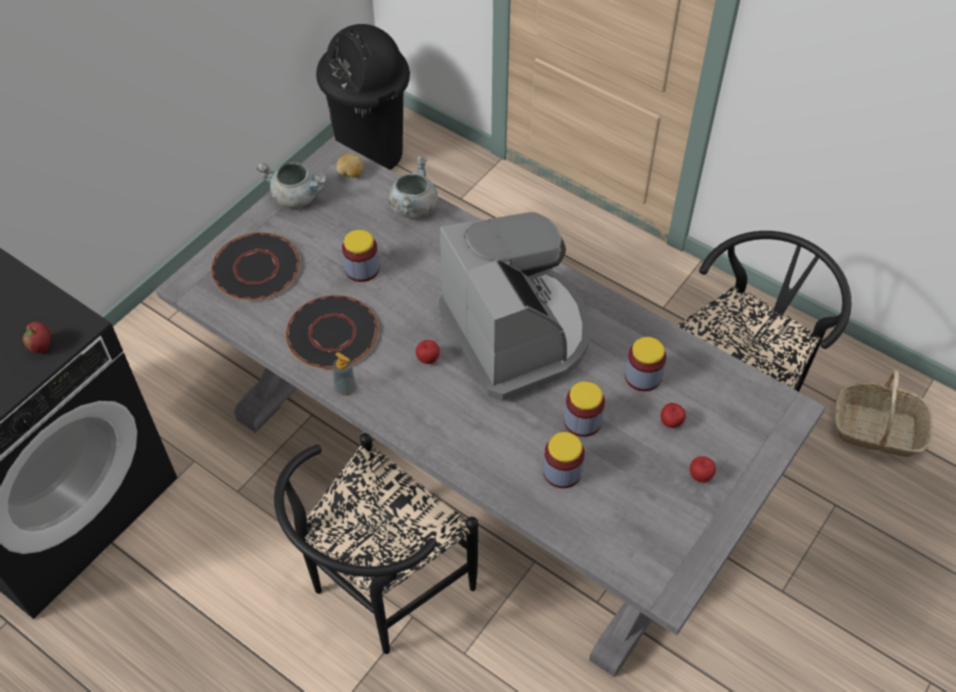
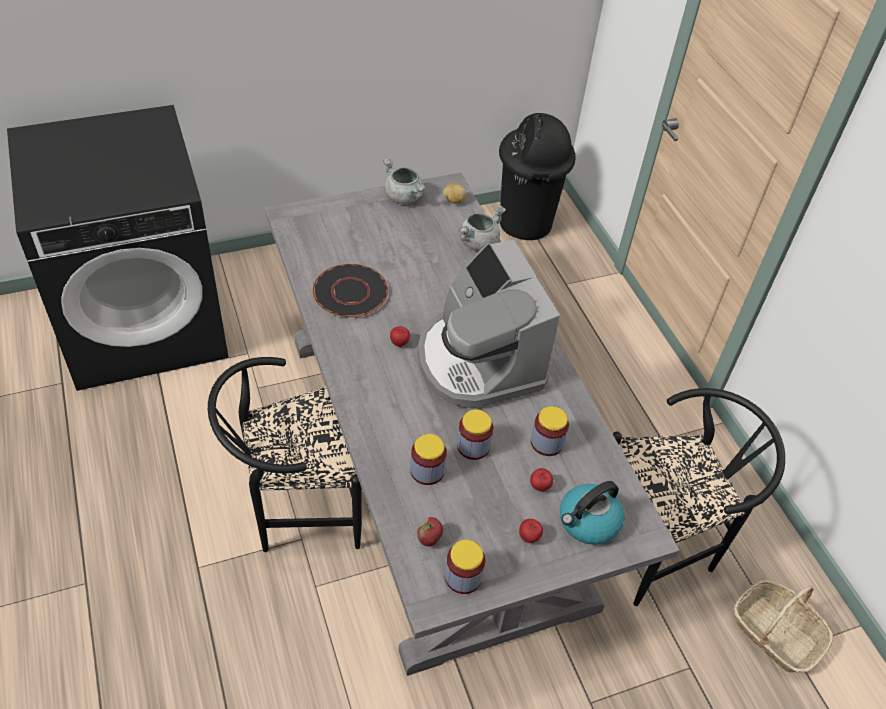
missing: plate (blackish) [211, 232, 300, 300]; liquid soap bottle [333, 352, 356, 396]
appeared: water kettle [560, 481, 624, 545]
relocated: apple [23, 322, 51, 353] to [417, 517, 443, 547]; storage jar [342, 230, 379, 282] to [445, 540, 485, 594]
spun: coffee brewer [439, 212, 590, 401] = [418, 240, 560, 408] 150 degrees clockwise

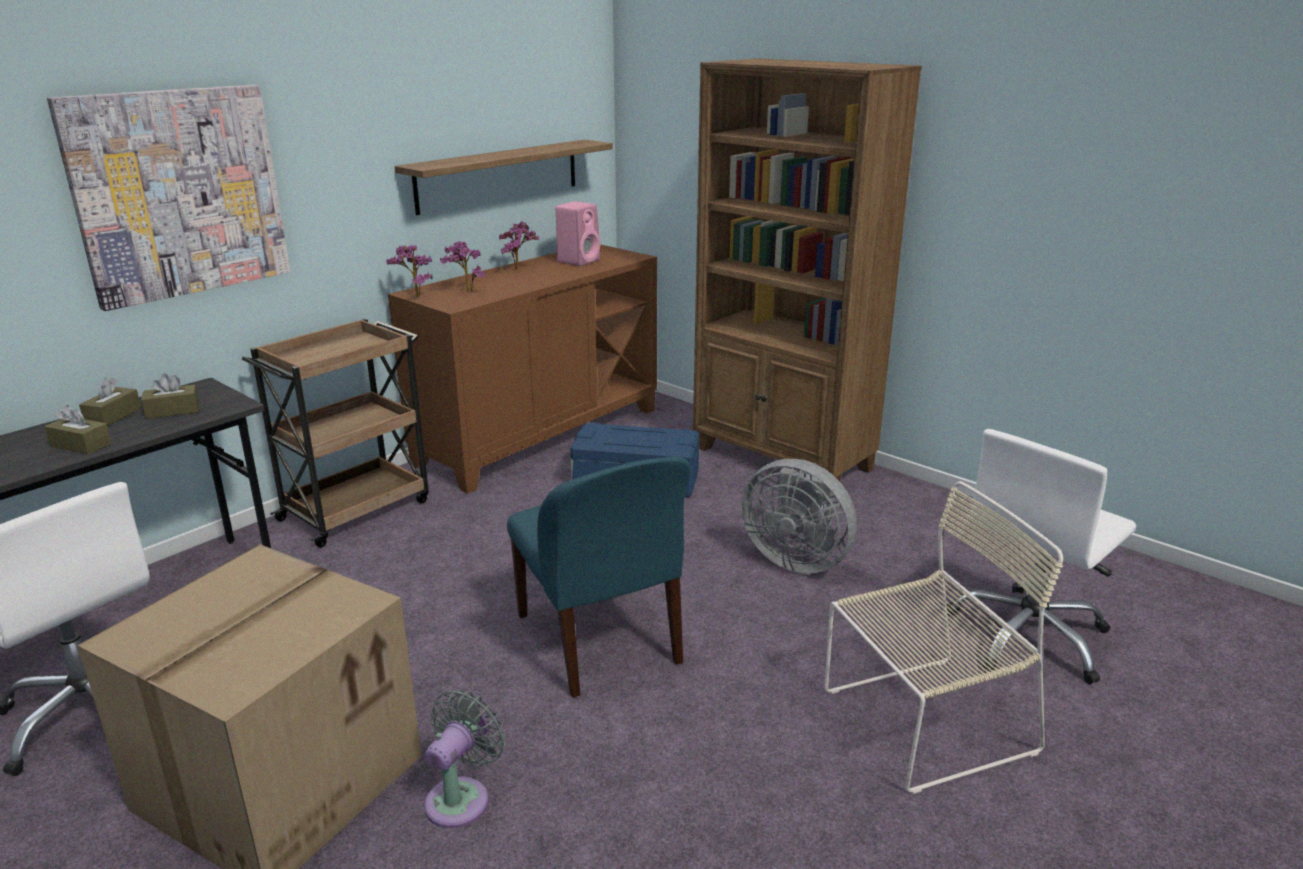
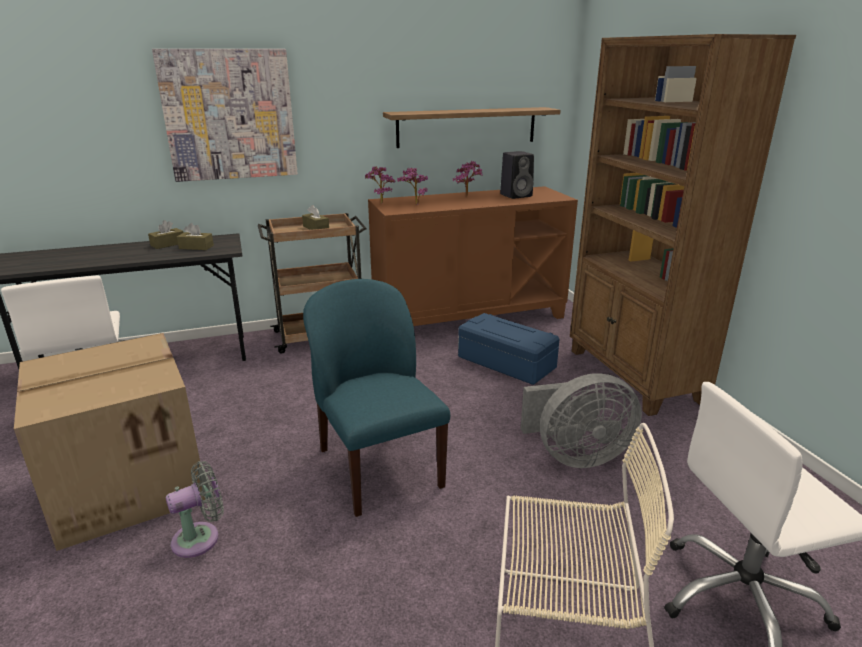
relocated: tissue holder (brown) [45, 405, 112, 455] to [302, 205, 329, 230]
colour: loudspeaker (pink-coloured) [556, 201, 600, 266] to loudspeaker (blackish) [500, 151, 534, 199]
spun: chair (bluish) [507, 457, 691, 698] = [303, 279, 450, 517] 150 degrees clockwise; cooling fan (gray) [741, 459, 857, 574] = [521, 373, 642, 468] 75 degrees counterclockwise

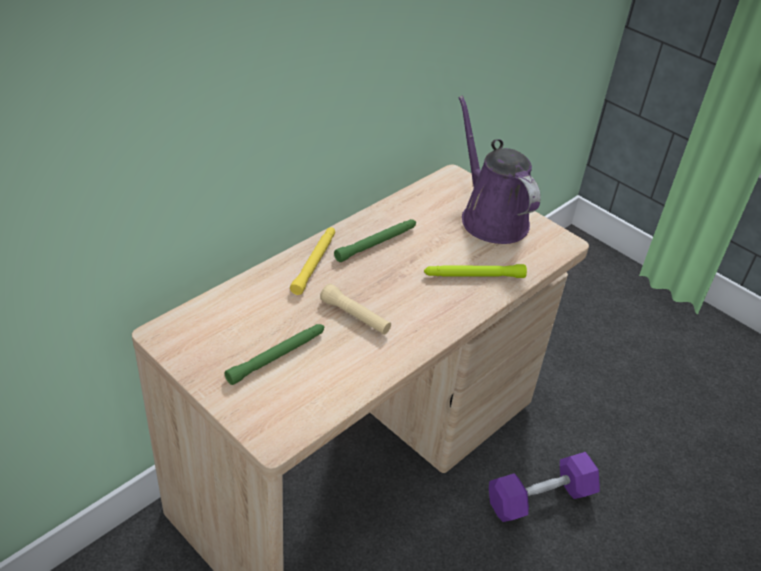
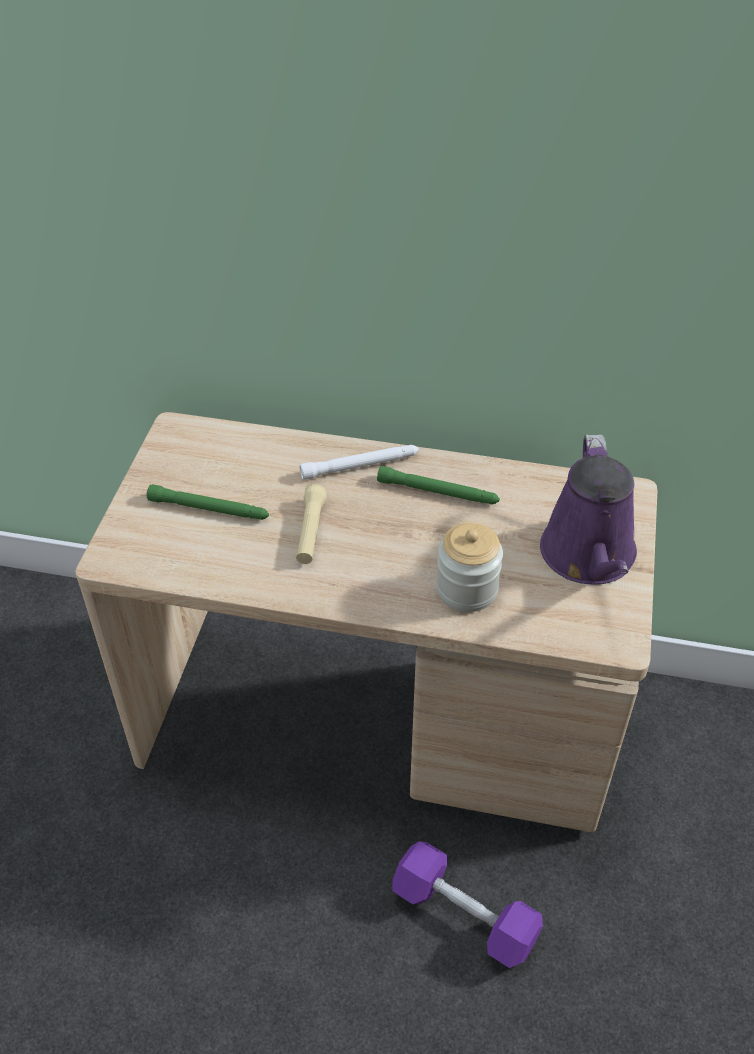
exchanged: torch (green-coloured) [424, 264, 527, 278] to storage jar [436, 523, 503, 612]
colour: torch (yellow-coloured) [290, 227, 335, 295] to torch (whitish) [299, 445, 419, 480]
spun: sprinkling can (purple) [458, 96, 541, 244] = [540, 435, 637, 585] 150 degrees clockwise

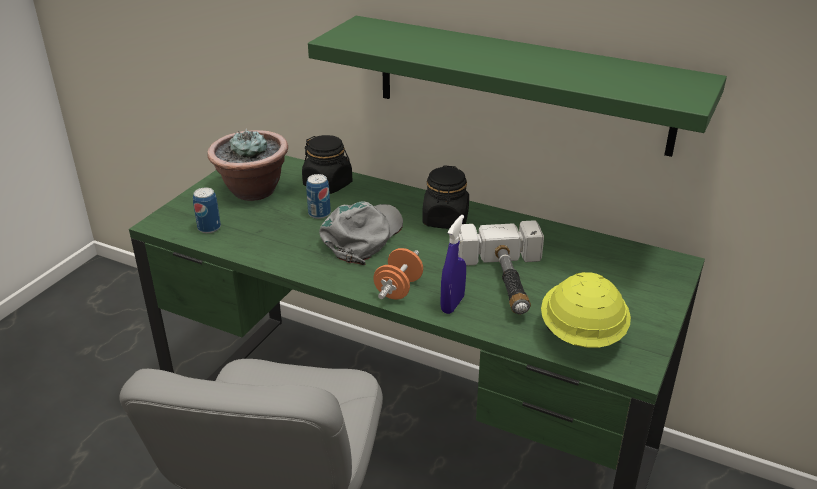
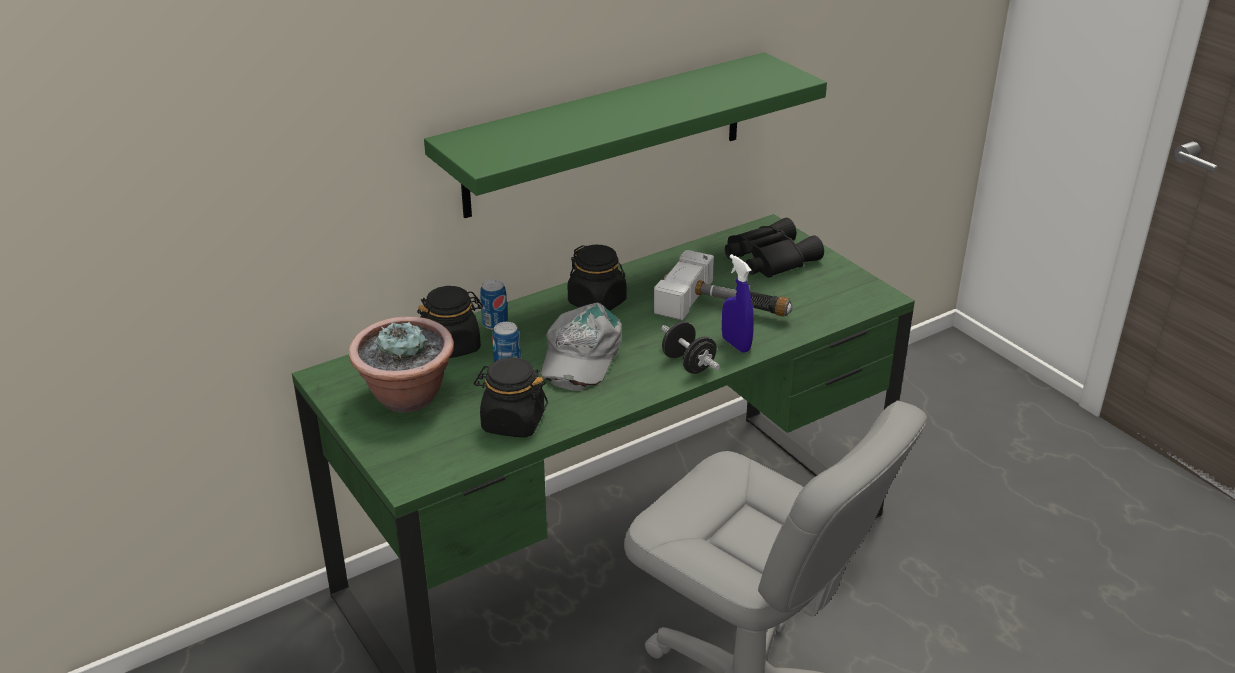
missing: hard hat (yellow-coloured) [541, 272, 631, 348]
appeared: storage jar (blackish) [474, 357, 548, 437]; pair of binoculars (blackish) [725, 218, 824, 278]
relocated: can [193, 187, 221, 233] to [480, 279, 508, 330]
colour: free weight (orange-coloured) [373, 248, 423, 300] to free weight (blackish) [661, 321, 720, 374]
spun: cap (gray) [319, 201, 403, 265] = [541, 302, 622, 391] 135 degrees counterclockwise

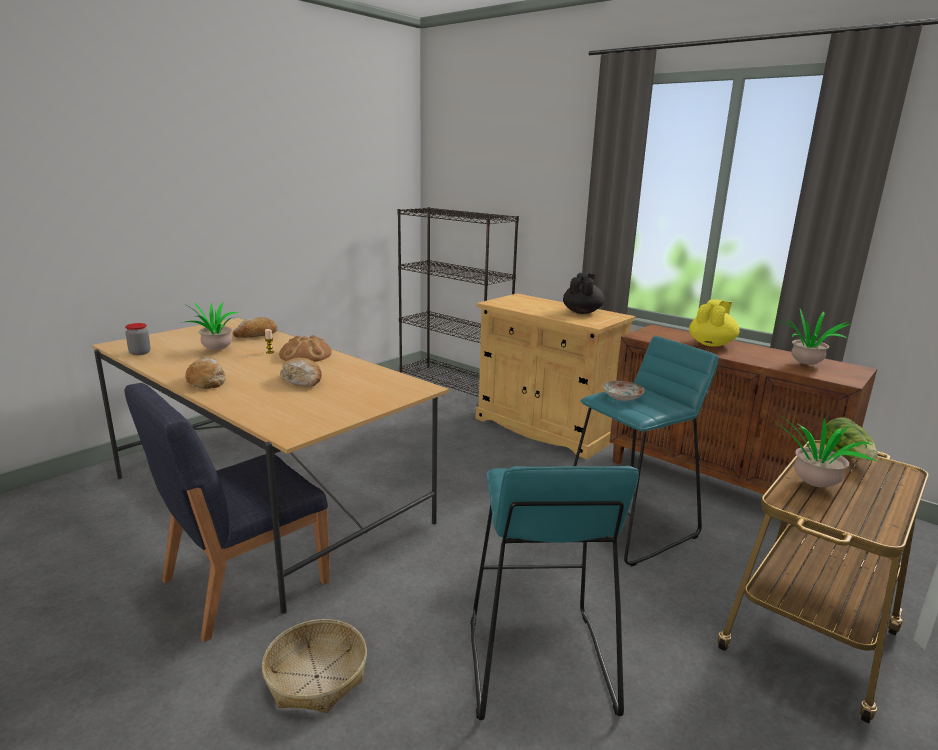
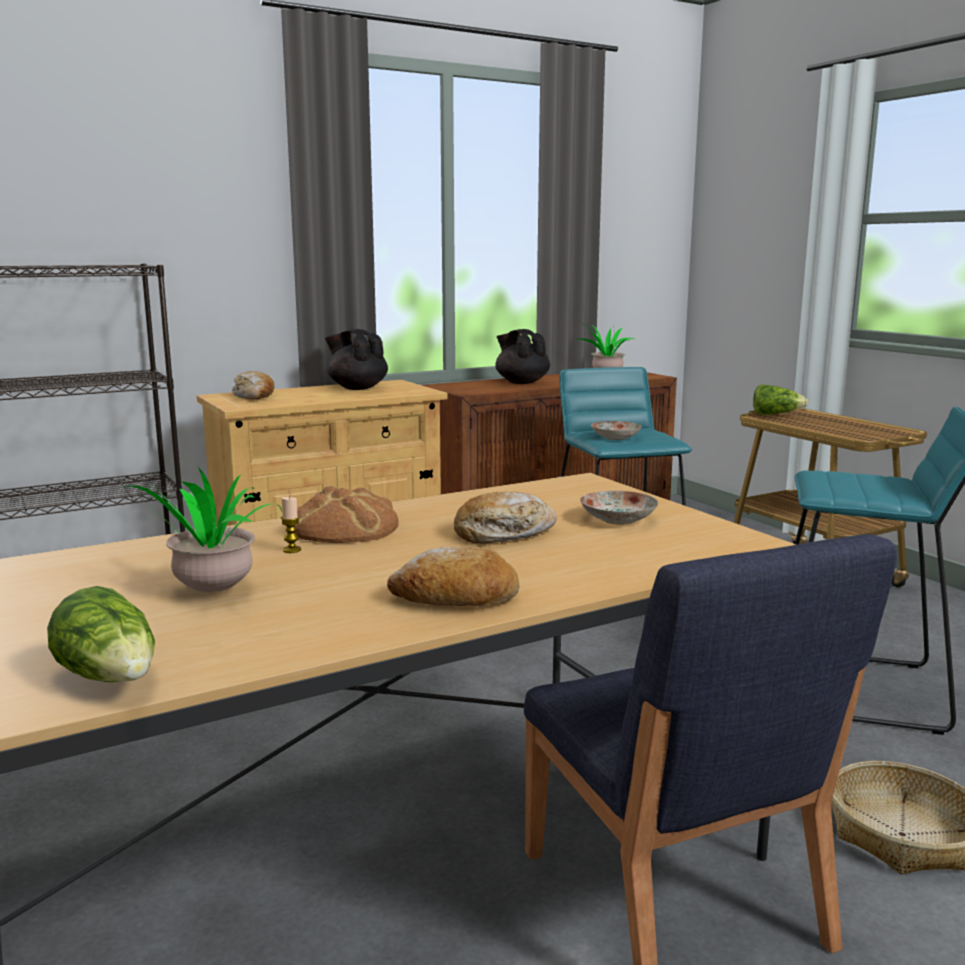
missing: potted plant [778, 415, 878, 488]
appeared: plate [580, 491, 658, 525]
relocated: bakery bread [233, 317, 278, 338] to [232, 371, 274, 400]
exchanged: storage jar [125, 323, 151, 355] to lettuce head [47, 586, 155, 682]
colour: pot for tea (yellow-coloured) [689, 299, 739, 347] to pot for tea (blackish) [495, 329, 550, 384]

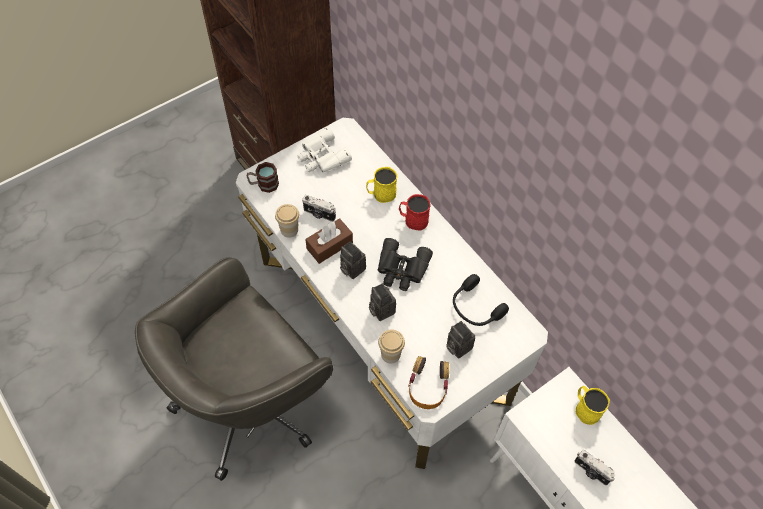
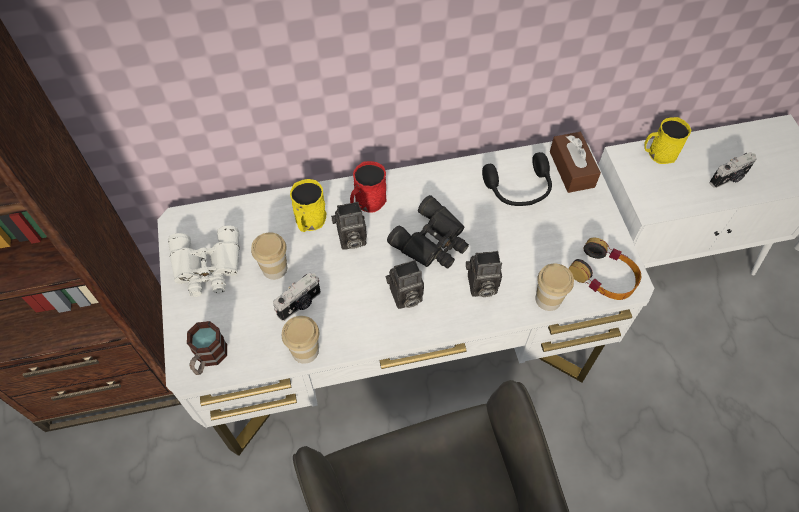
appeared: small cup [251, 232, 287, 280]
relocated: still camera [447, 321, 475, 358] to [331, 202, 367, 250]; tissue holder (brown) [305, 218, 353, 264] to [550, 132, 601, 193]

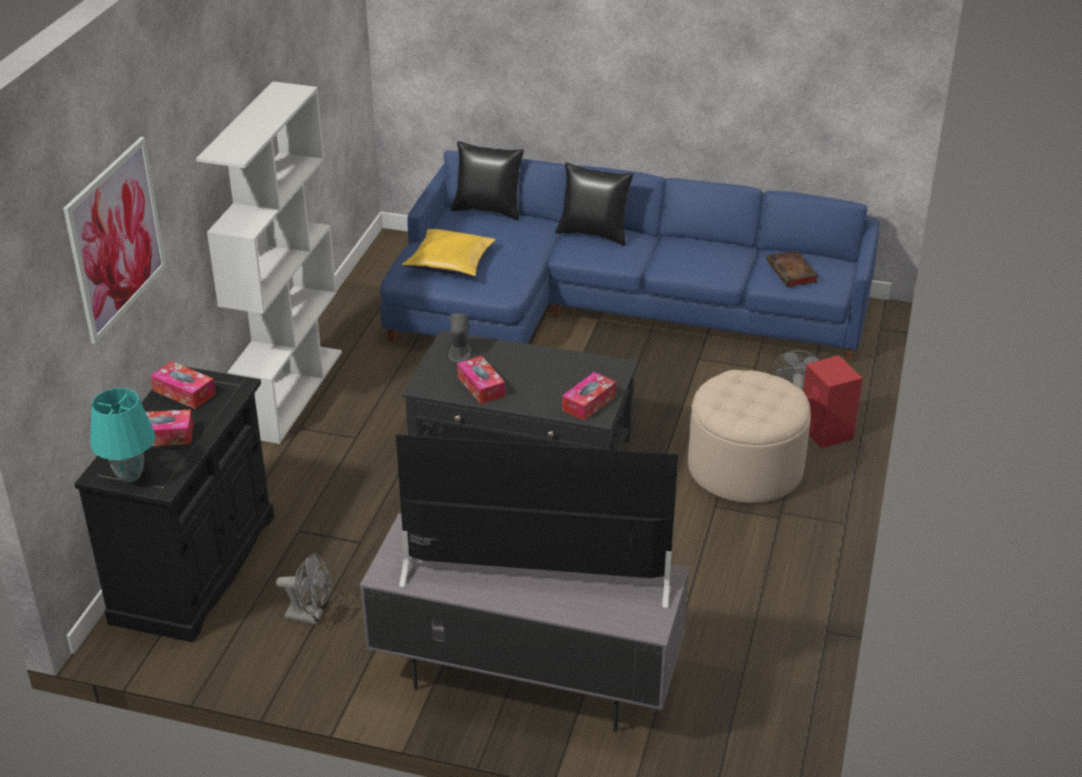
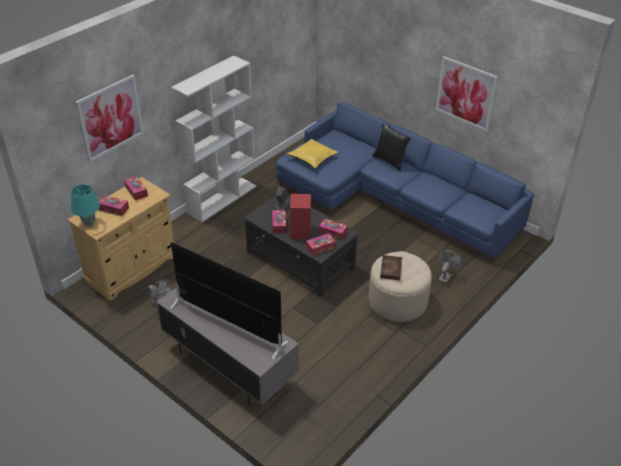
missing: throw pillow (blackish) [451, 141, 524, 220]
appeared: tissue holder [318, 218, 347, 240]; wall picture [436, 56, 498, 132]
relocated: loudspeaker (red-coloured) [803, 355, 863, 448] to [290, 194, 311, 239]; bound book [767, 251, 819, 287] to [380, 255, 402, 280]
colour: storage cabinet (blackish) [74, 367, 275, 642] to storage cabinet (beige) [68, 177, 174, 301]

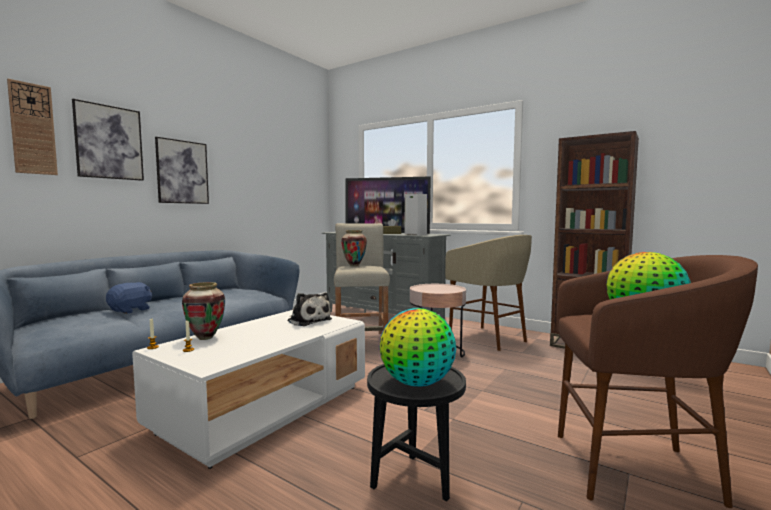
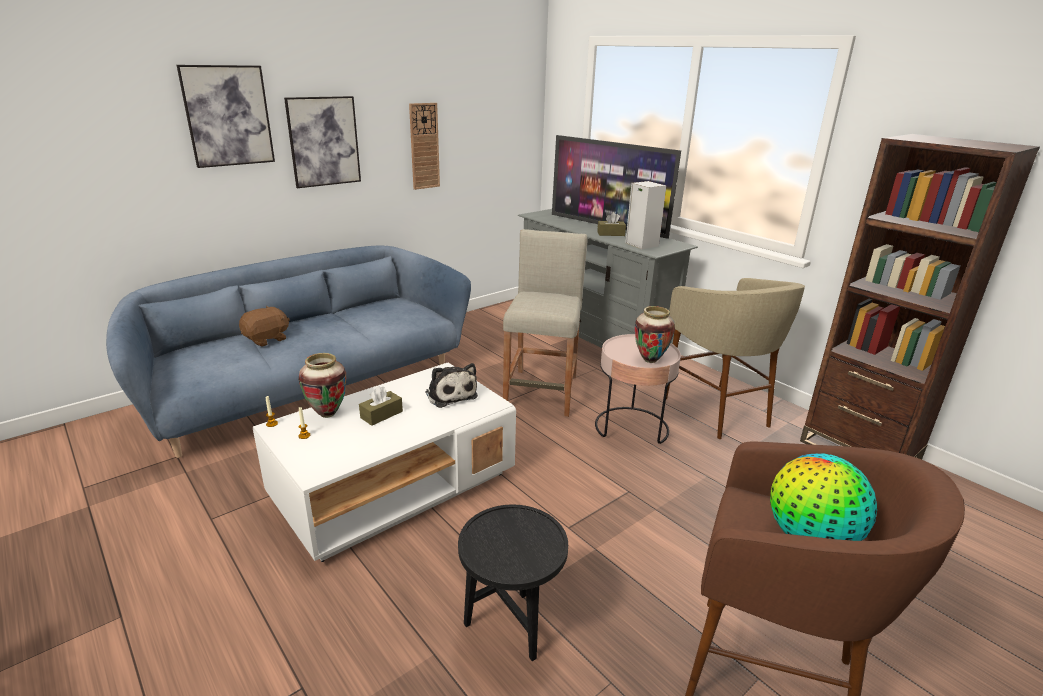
missing: desk globe [380, 308, 456, 386]
appeared: tissue holder (brown) [359, 386, 403, 426]
relocated: clock on the wall [7, 79, 58, 175] to [409, 103, 440, 190]; vase [341, 230, 367, 266] to [635, 306, 675, 363]
colour: soft toy (bluish) [106, 282, 152, 314] to soft toy (brown) [239, 306, 290, 347]

